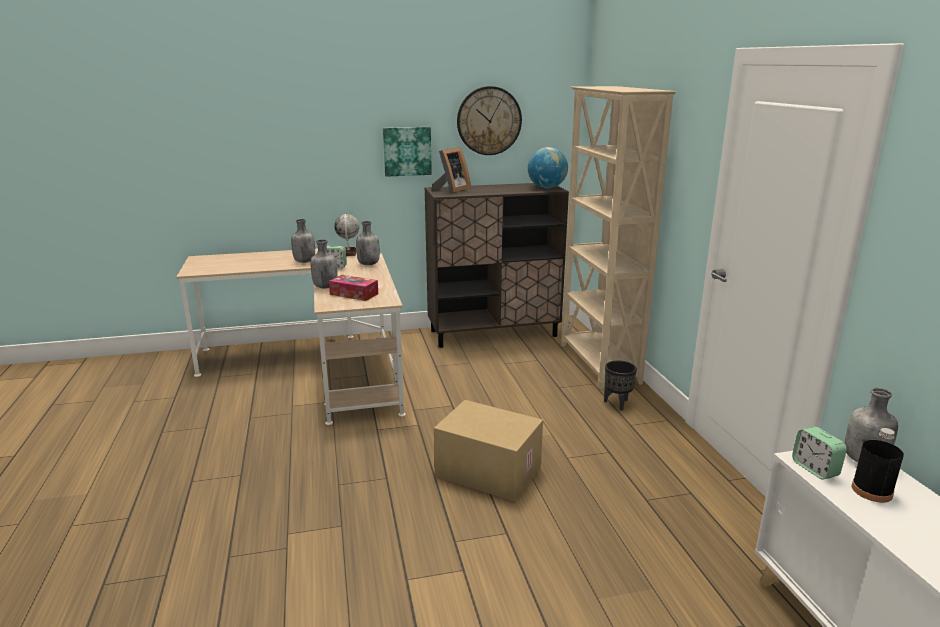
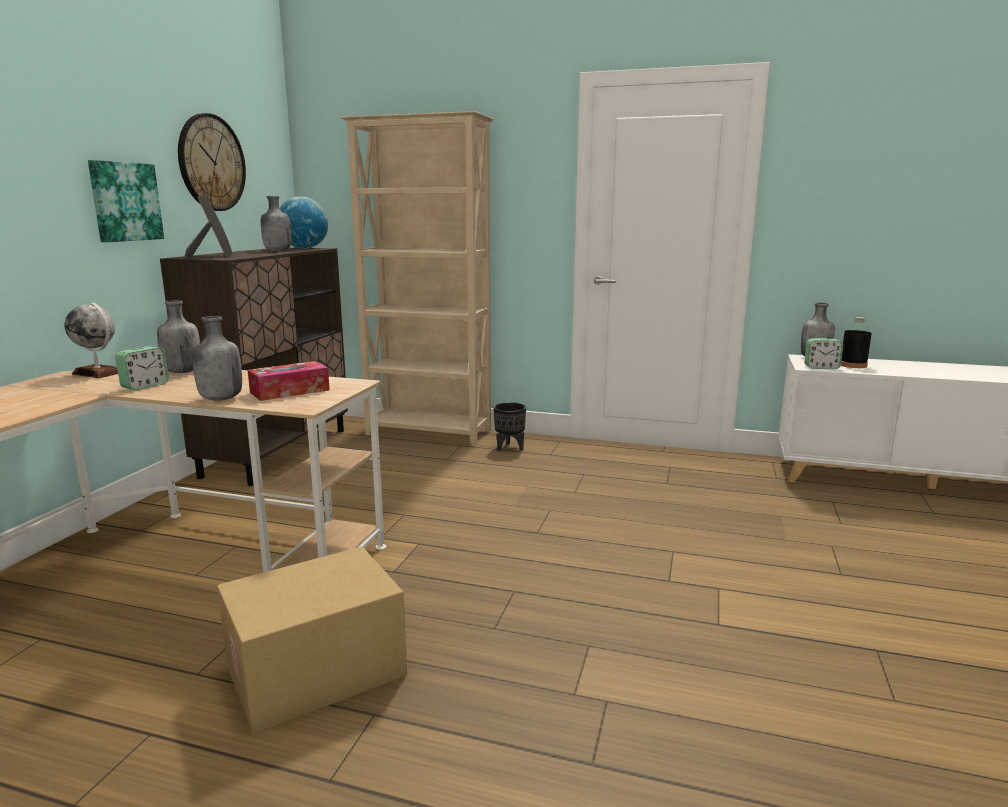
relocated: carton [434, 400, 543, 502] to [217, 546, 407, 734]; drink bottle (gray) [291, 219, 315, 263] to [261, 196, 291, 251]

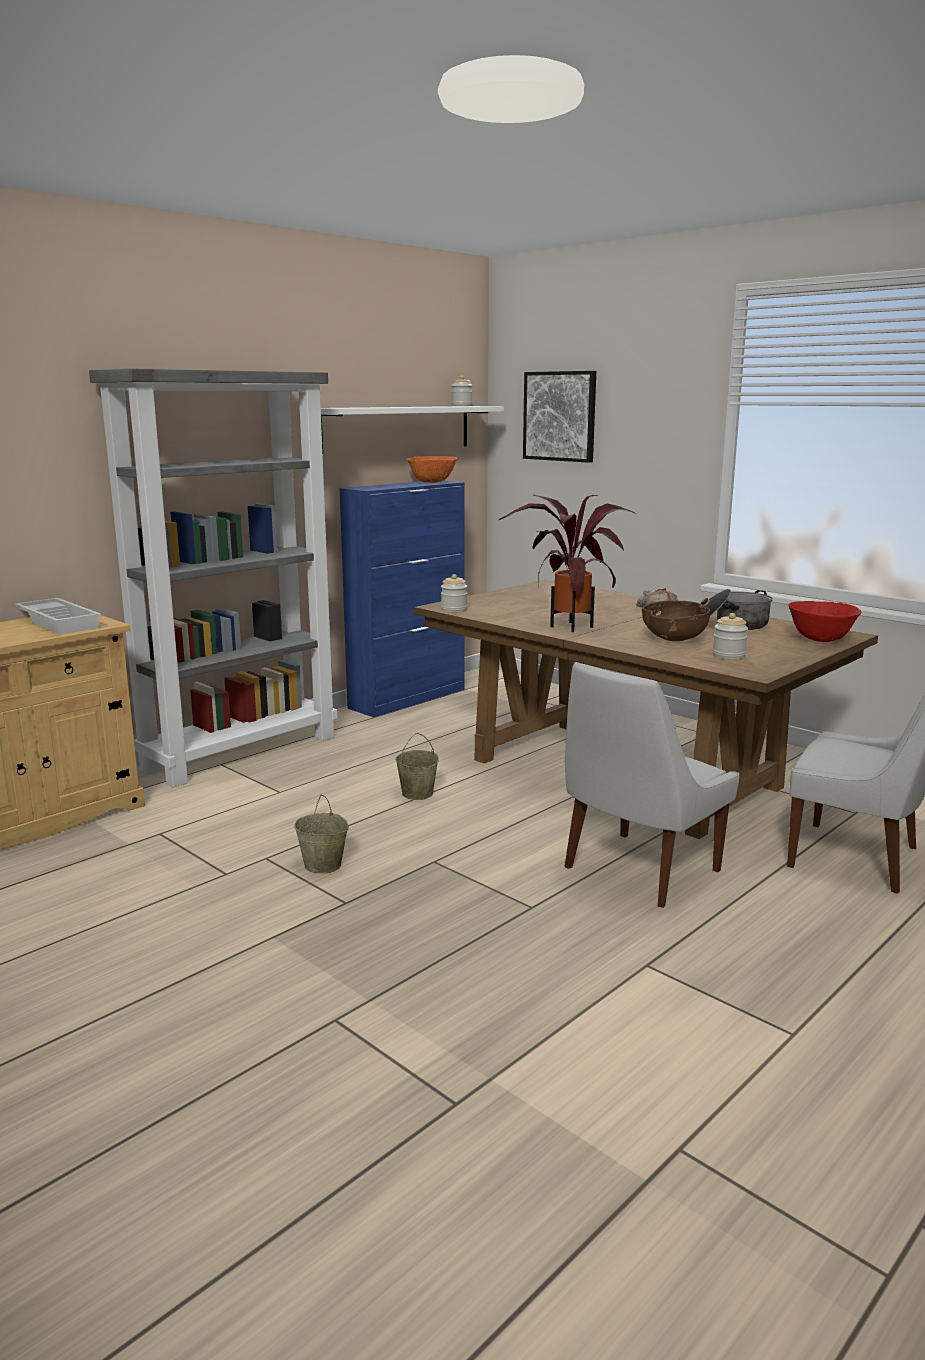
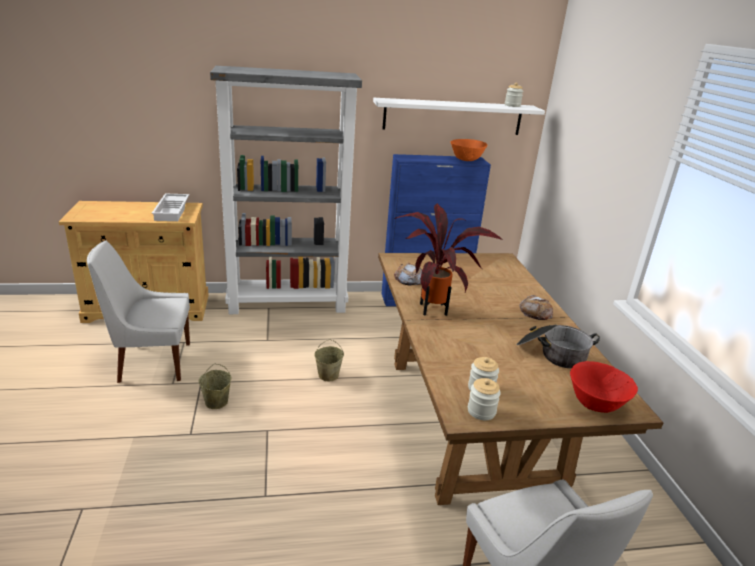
missing: wall picture [523, 371, 596, 463]; bowl (brown) [642, 600, 710, 641]
appeared: bakery bread [394, 263, 422, 286]
relocated: chair (whitish) [565, 662, 740, 908] to [87, 241, 190, 383]; storage jar [441, 574, 468, 613] to [468, 378, 501, 420]

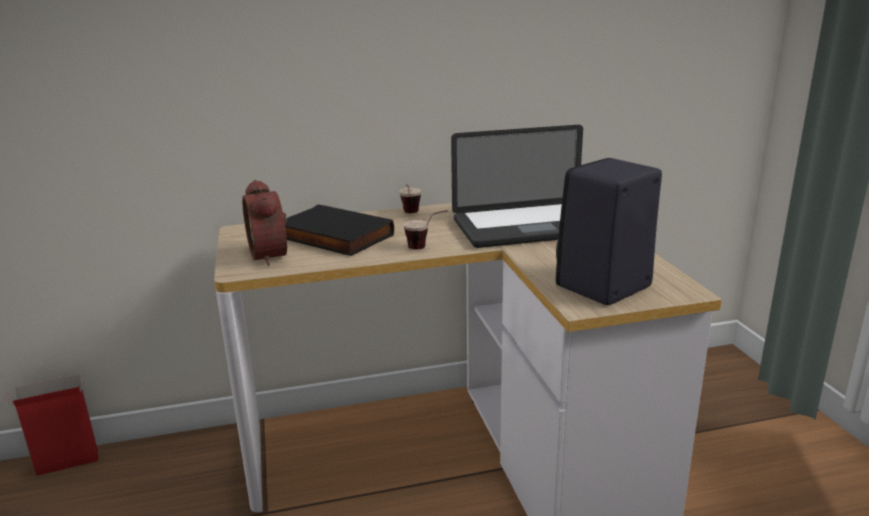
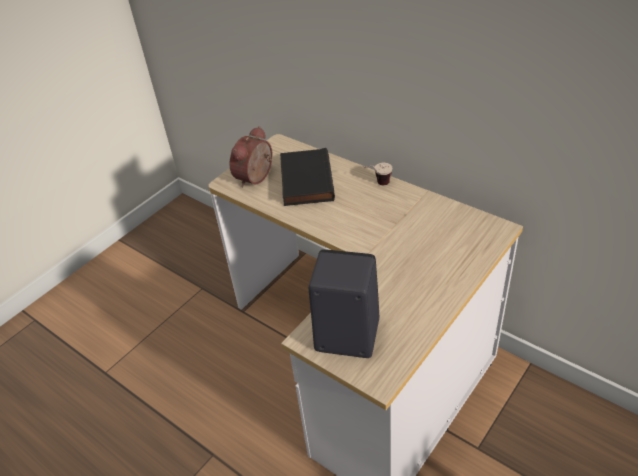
missing: carton [4, 375, 99, 476]; small cup [403, 210, 448, 250]; notebook computer [451, 125, 583, 248]

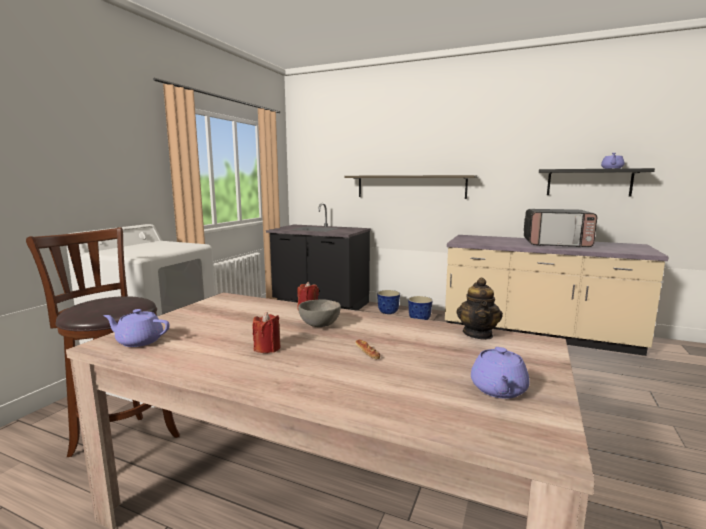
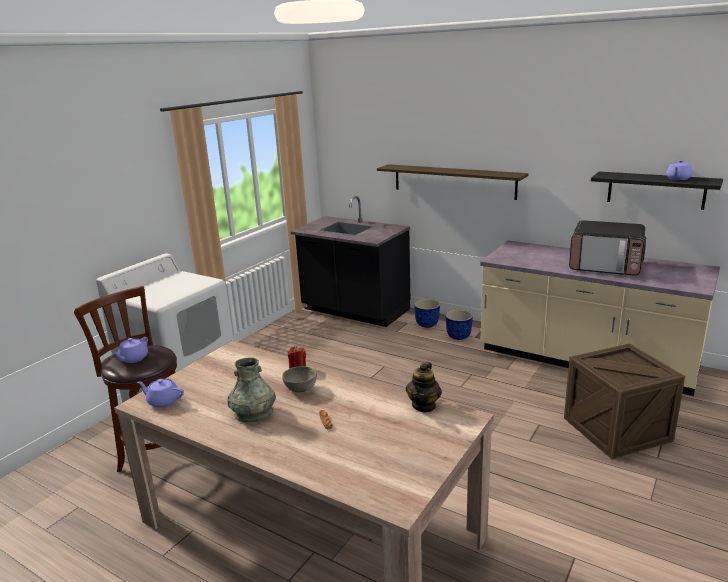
appeared: shipping crate [564, 343, 685, 459]
relocated: pot for tea (purple) [471, 347, 530, 399] to [112, 337, 148, 363]
exchanged: wax candle (red-coloured) [252, 312, 280, 353] to vase (gray) [227, 357, 276, 422]

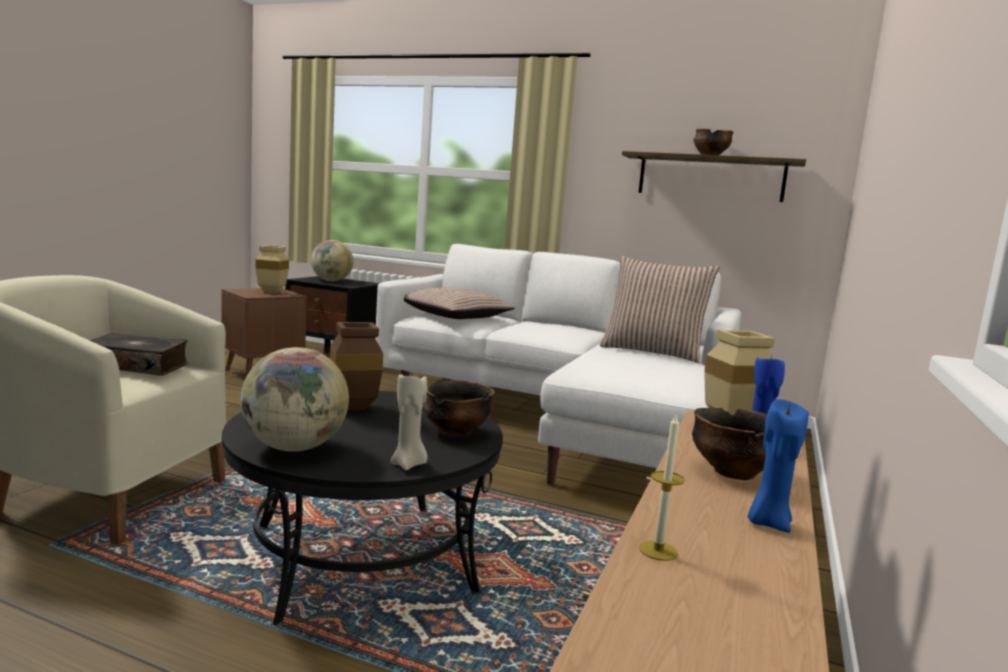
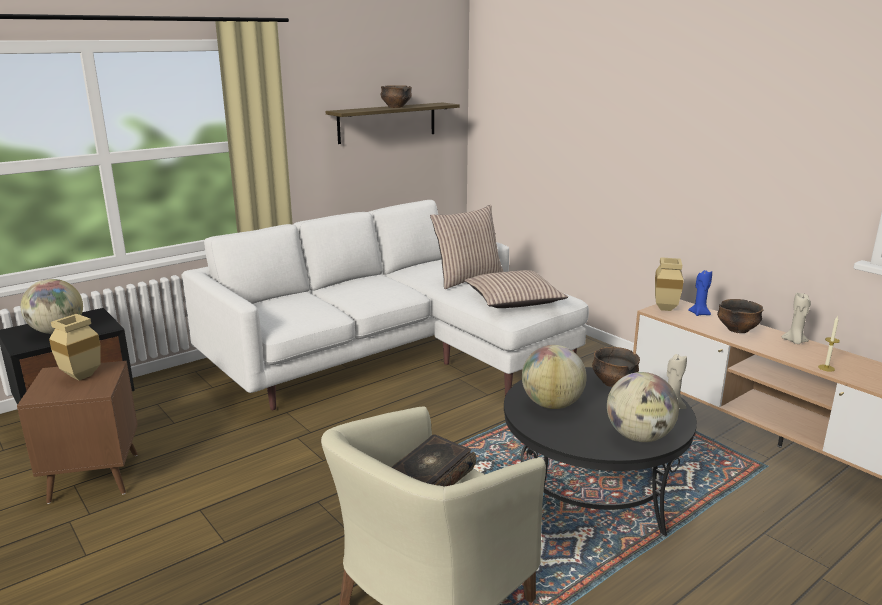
relocated: throw pillow [404, 287, 515, 319] to [465, 270, 568, 308]
exchanged: vase (brown) [330, 322, 383, 411] to desk globe [522, 345, 587, 409]
colour: wax candle (bluish) [747, 399, 809, 533] to wax candle (beige) [782, 293, 811, 344]

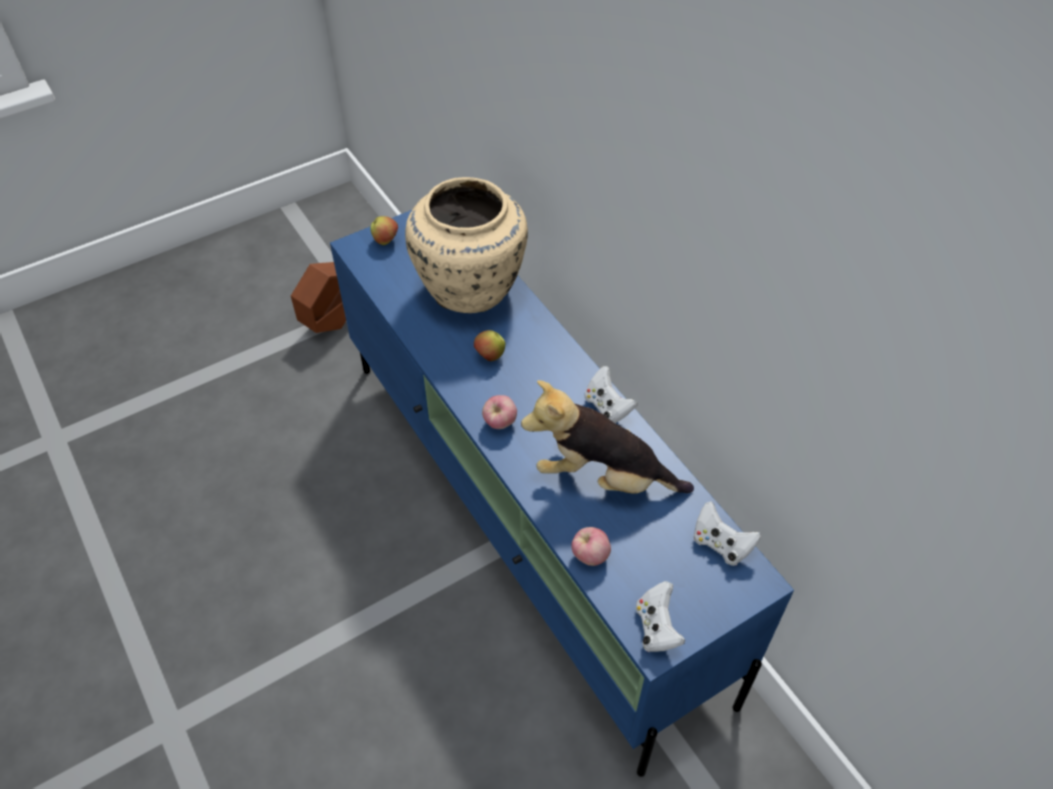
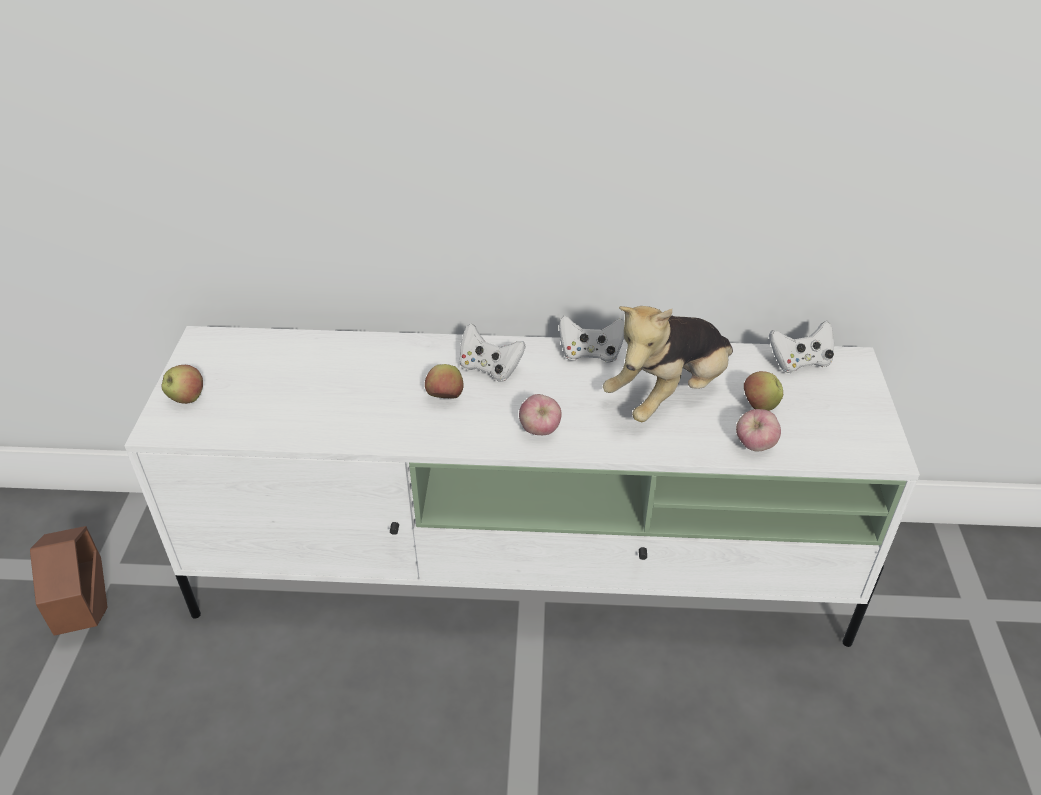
missing: vase (beige) [405, 177, 528, 313]
appeared: apple [744, 371, 783, 411]
relocated: gamepad (whitish) [636, 581, 685, 652] to [460, 323, 526, 382]
colour: tv unit (bluish) [330, 210, 794, 777] to tv unit (whitish) [124, 326, 920, 647]

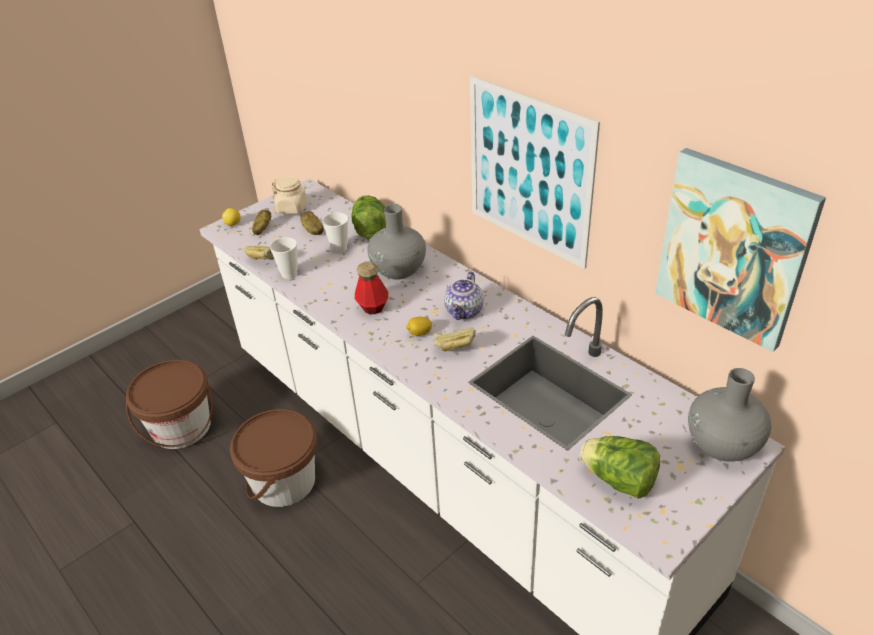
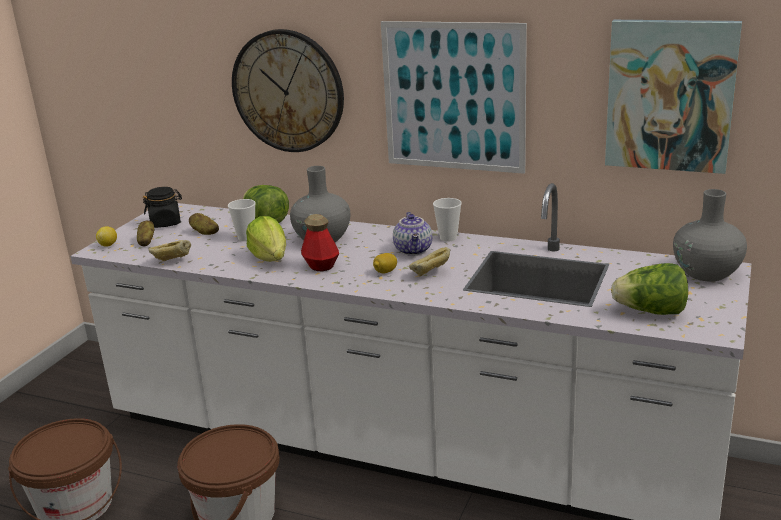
appeared: clock on the wall [232, 29, 344, 152]; lettuce head [246, 216, 286, 262]
relocated: small cup [270, 237, 298, 279] to [433, 198, 462, 242]
colour: storage jar (beige) [272, 176, 307, 214] to storage jar (blackish) [143, 187, 182, 228]

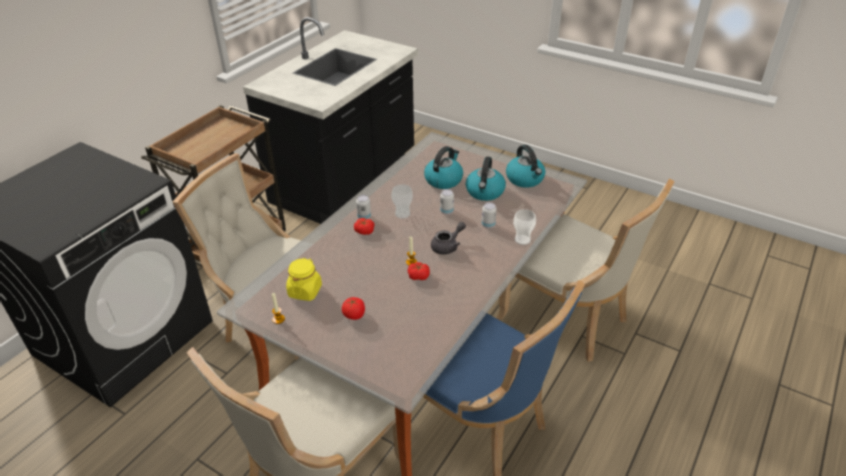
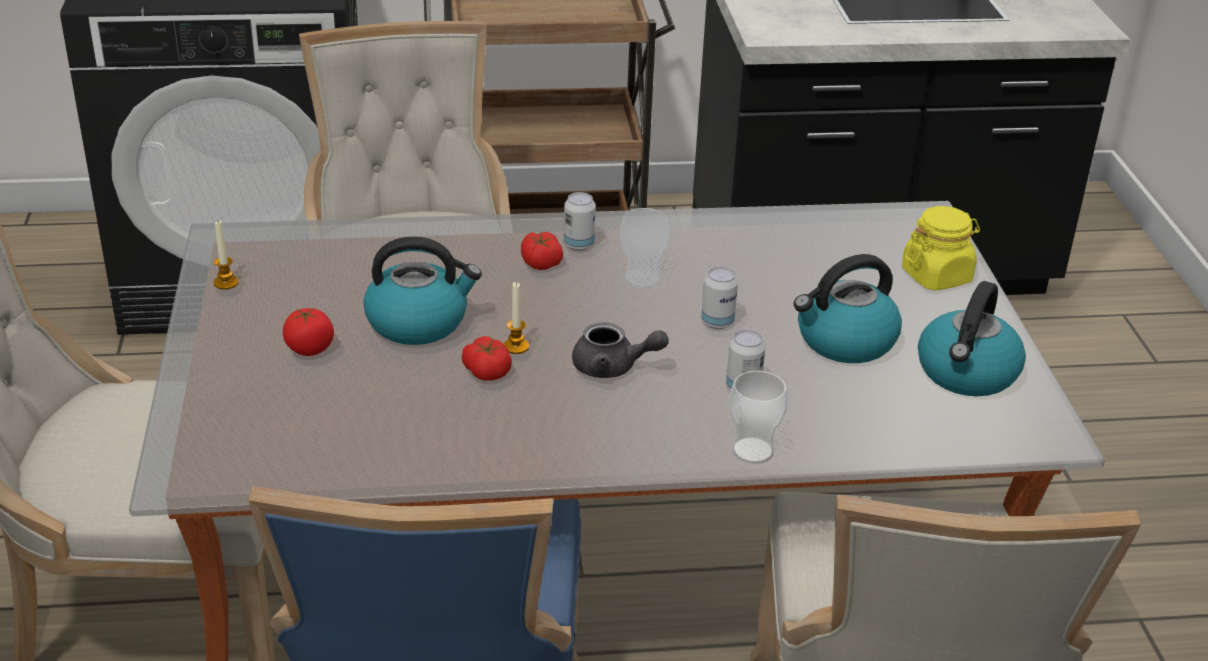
relocated: water kettle [424, 146, 463, 189] to [364, 237, 482, 345]; storage jar (yellow-coloured) [286, 258, 322, 301] to [902, 206, 980, 291]

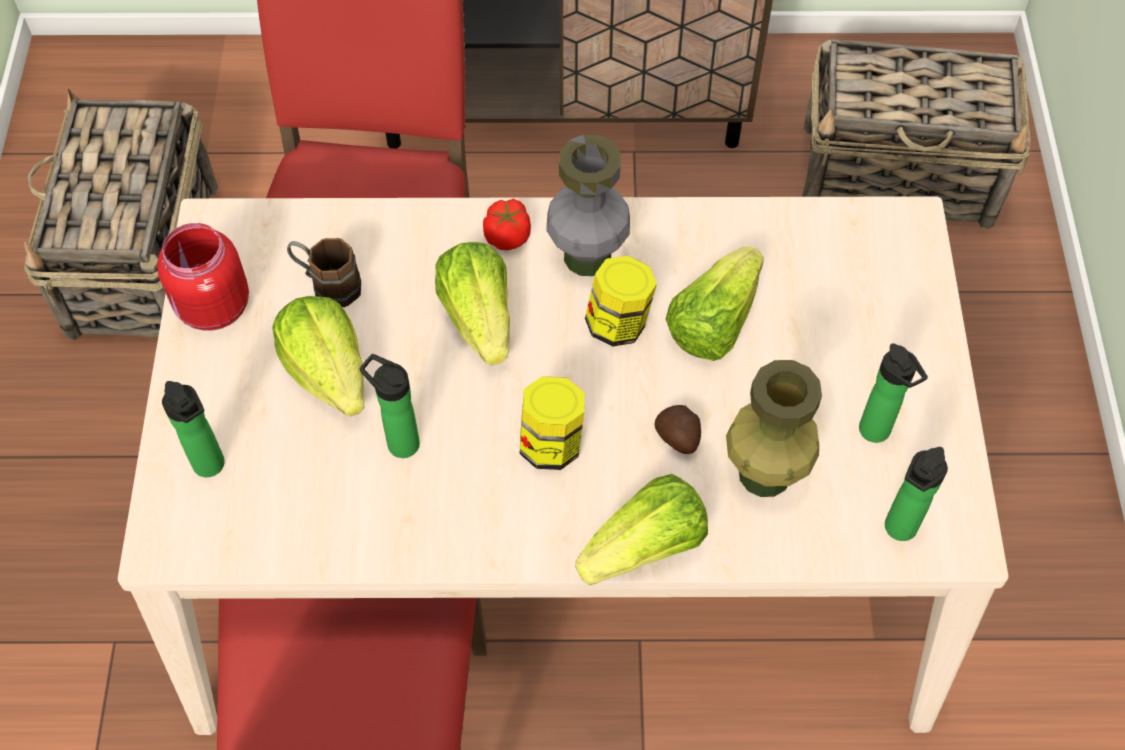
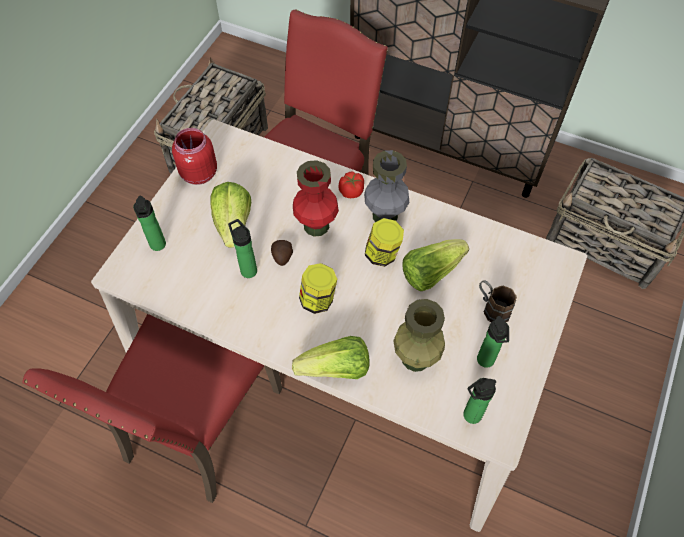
relocated: spud [655, 405, 701, 454] to [271, 240, 293, 266]; tea mug (brown) [287, 238, 361, 307] to [479, 280, 517, 322]
exchanged: lettuce head [435, 242, 510, 365] to vase (red-coloured) [293, 160, 339, 237]

